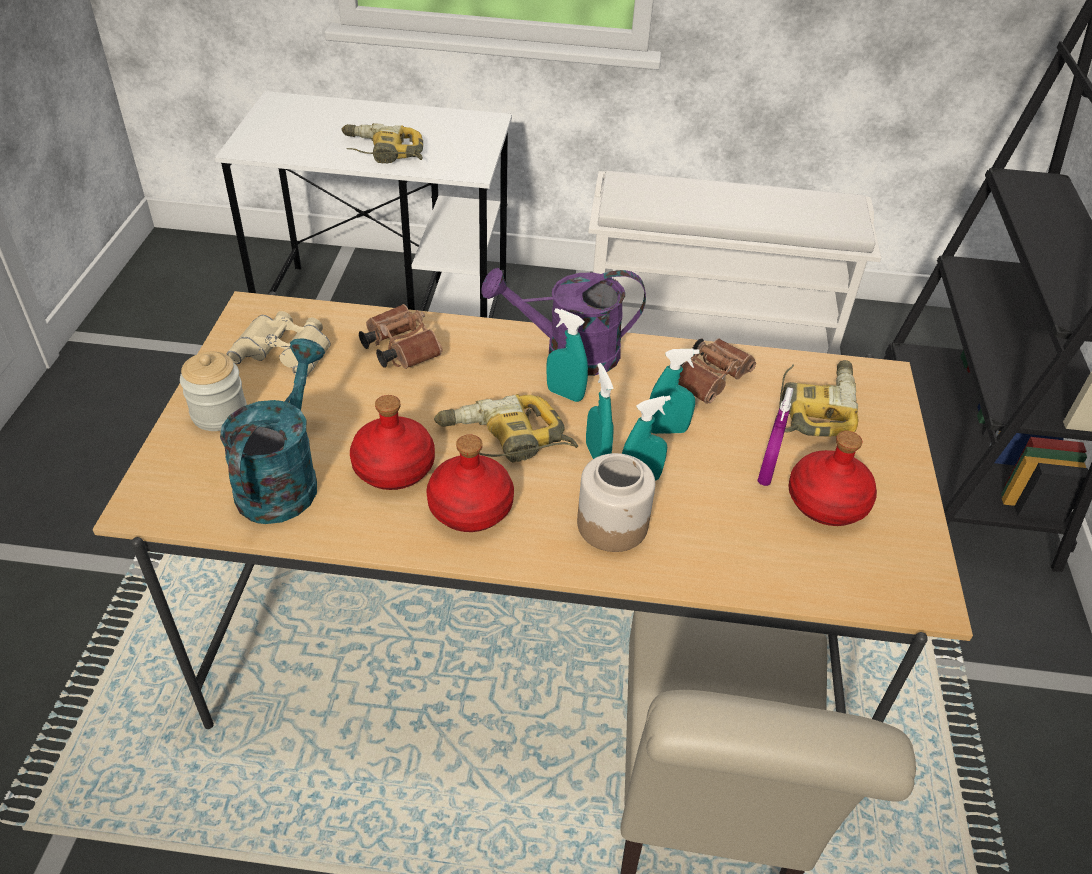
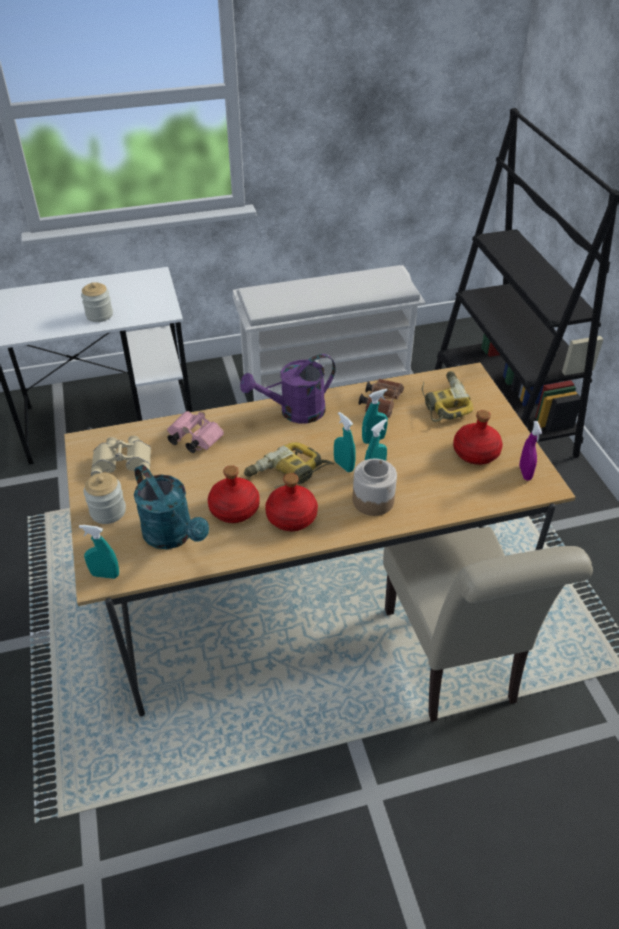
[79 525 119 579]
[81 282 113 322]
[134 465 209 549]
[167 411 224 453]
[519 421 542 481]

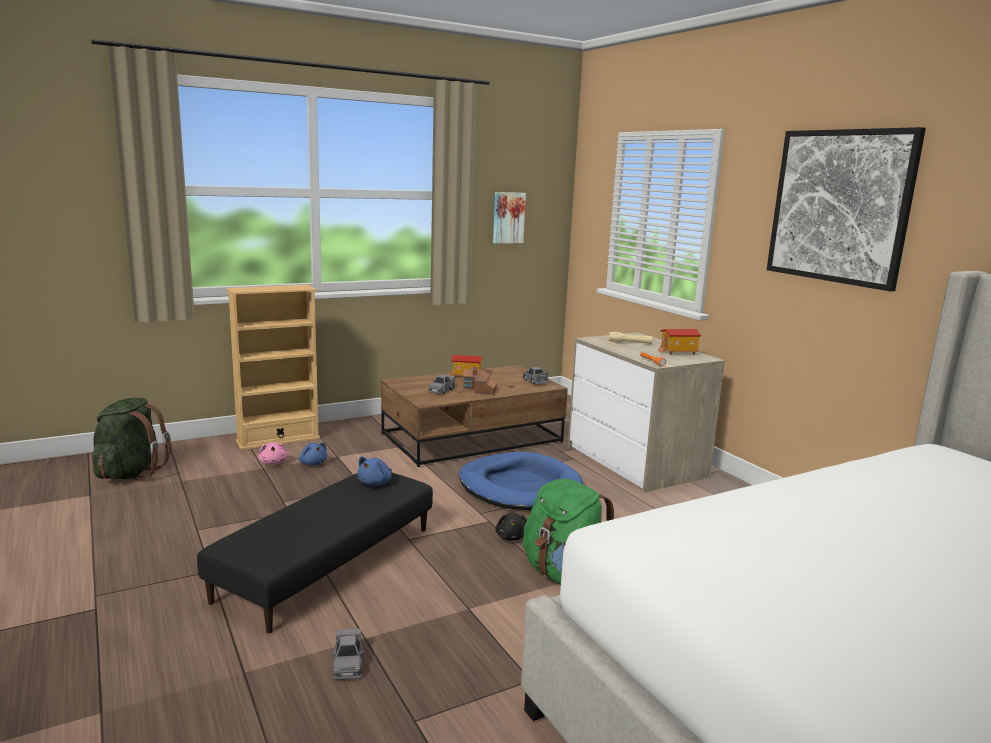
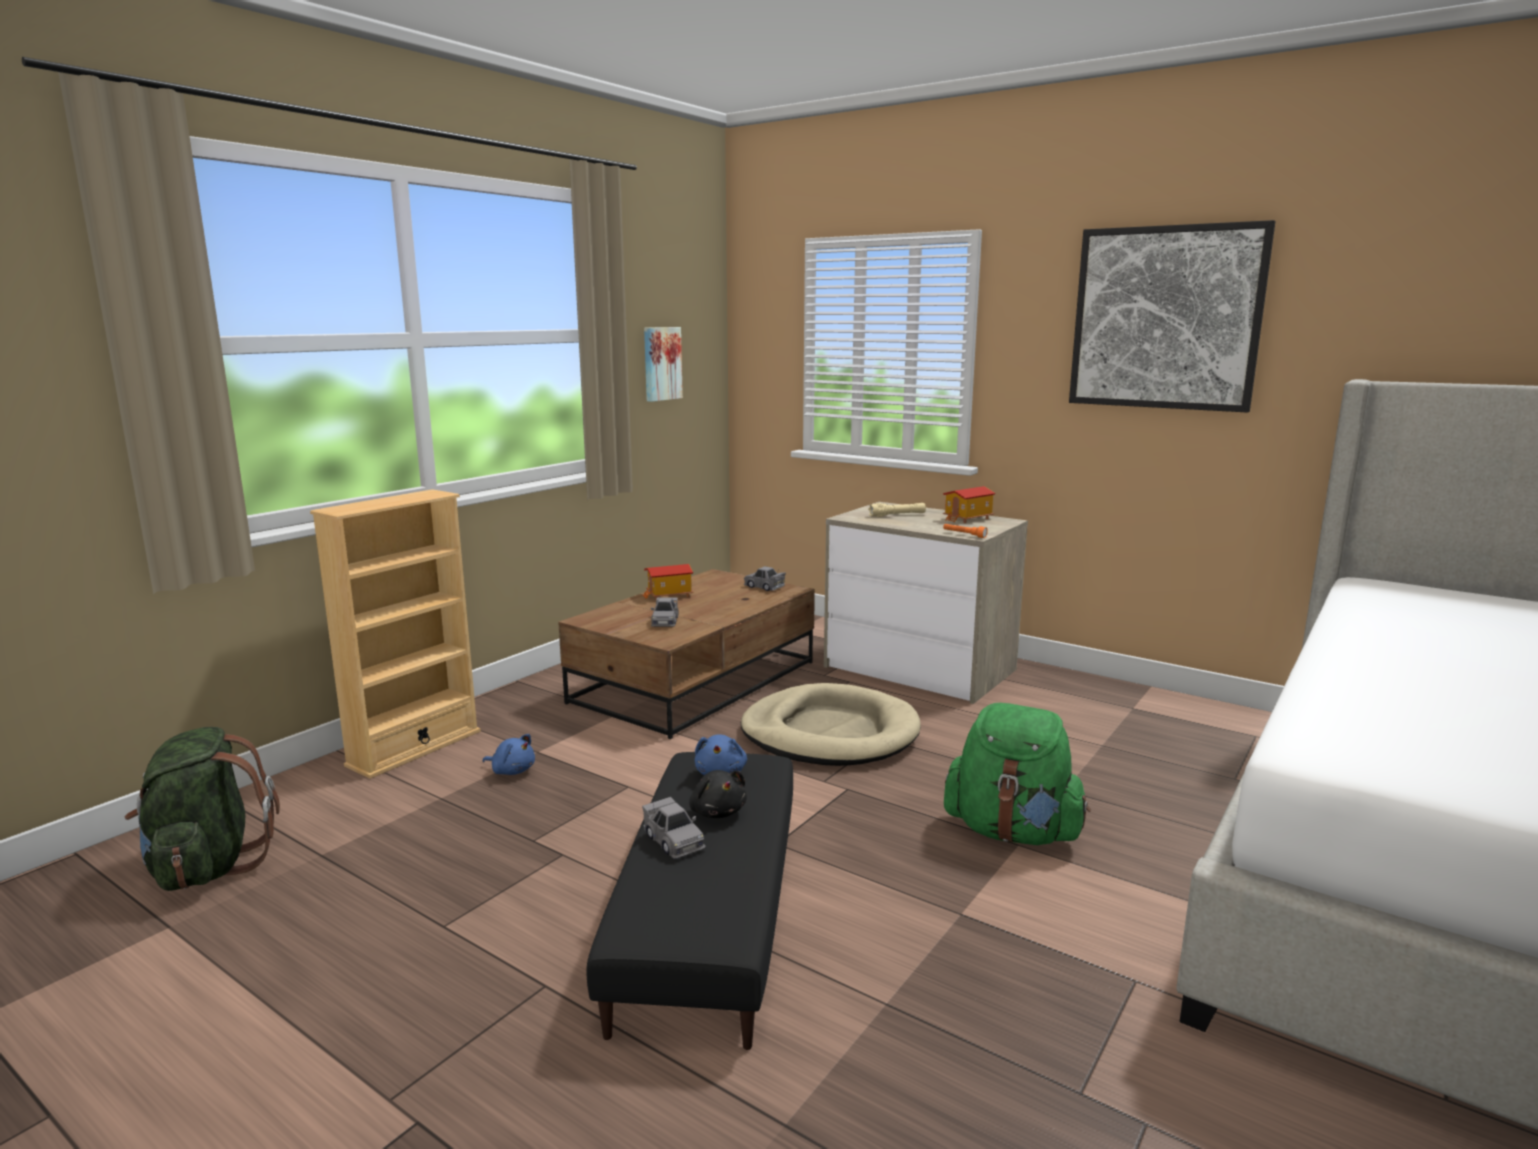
[642 797 705 859]
[689 770 747 818]
[741 683 921 766]
[258 442 287 465] (first image)
[463 367 497 395] (first image)

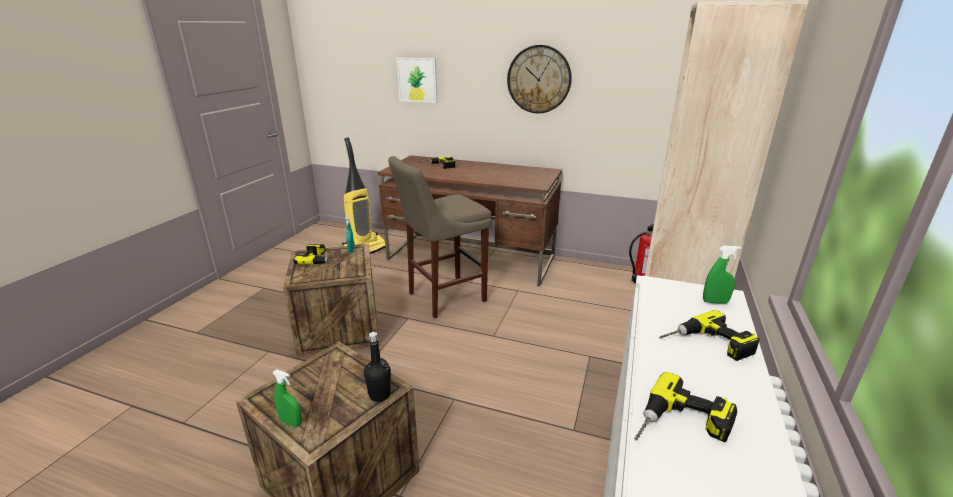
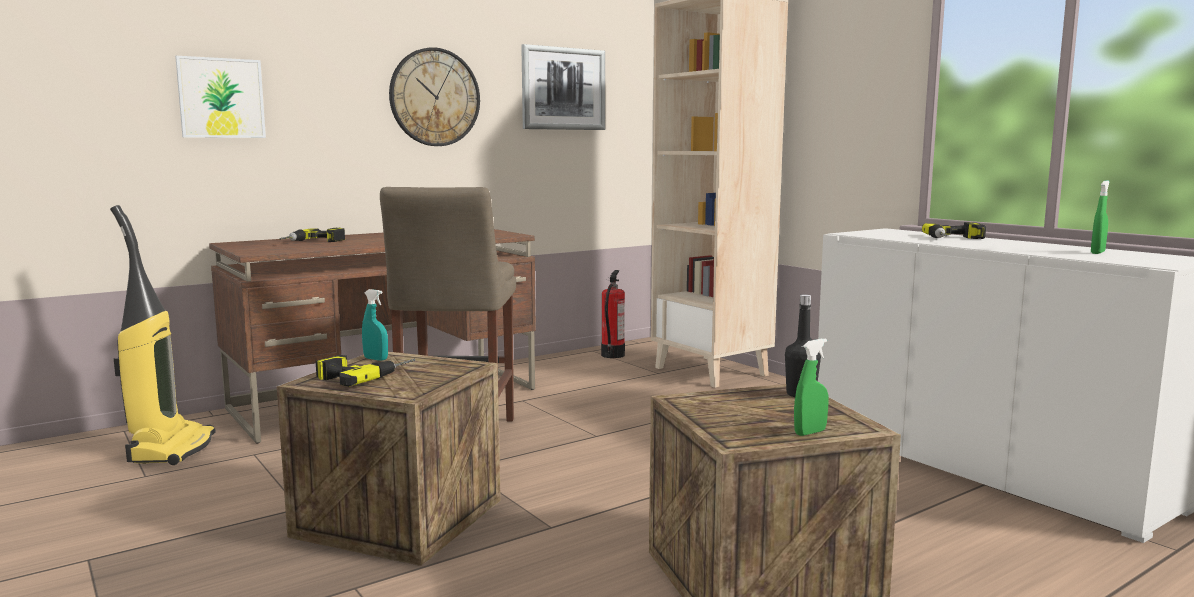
[521 44 605 130]
[1091 180 1110 254]
[634 372 737 442] (first image)

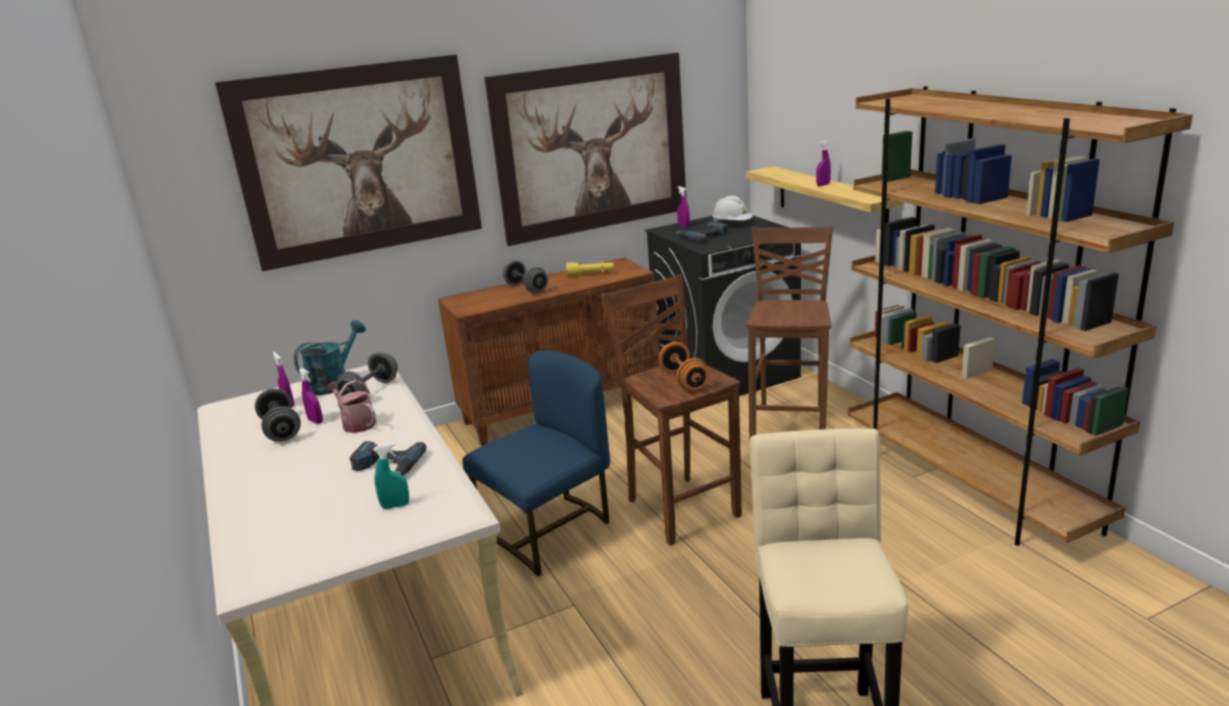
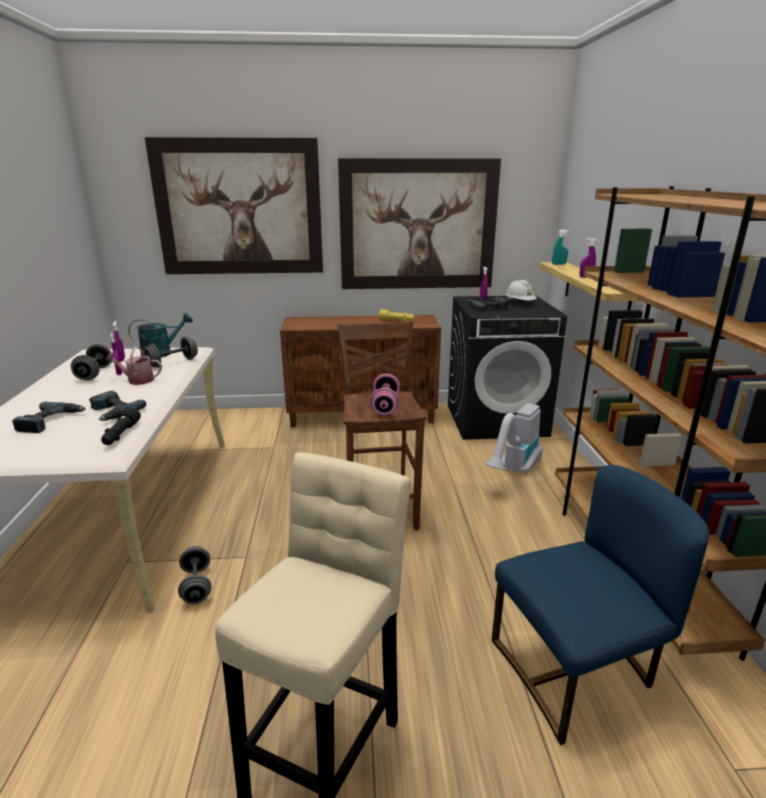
[12 402 86 433]
[101 407 141 445]
[105 346 162 385]
[178 546 212 604]
[370 374 400 415]
[485 403 543 474]
[492 465 709 745]
[552 230 569 265]

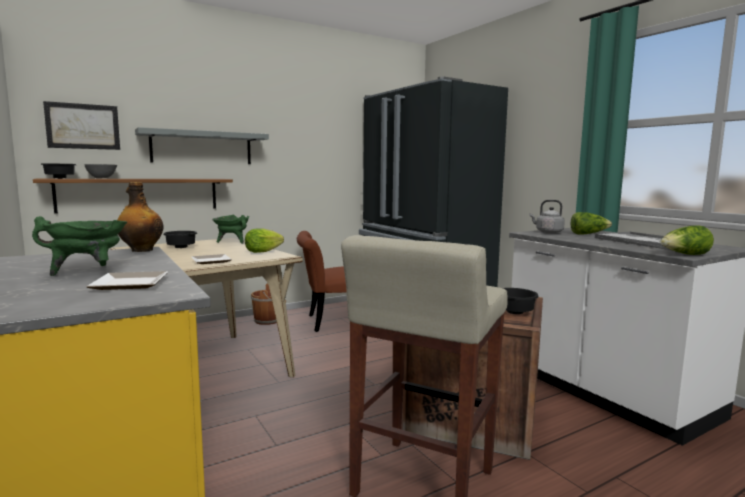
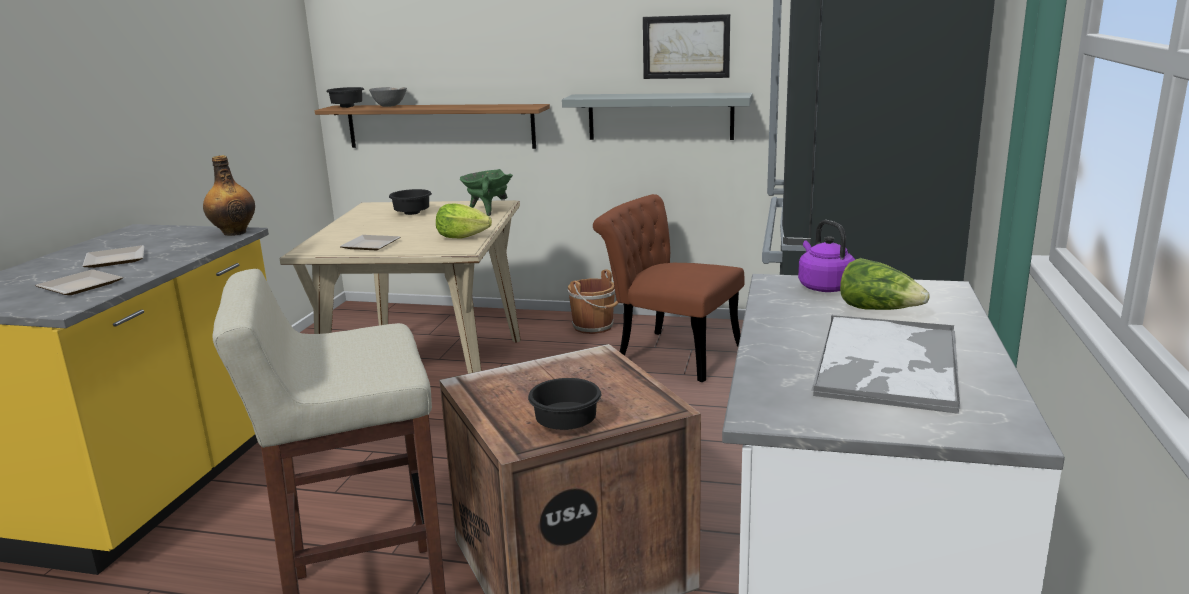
[83 245 144 268]
[562 93 753 140]
[643 14 730 79]
[798 220 855 292]
[660 225 714 255] (first image)

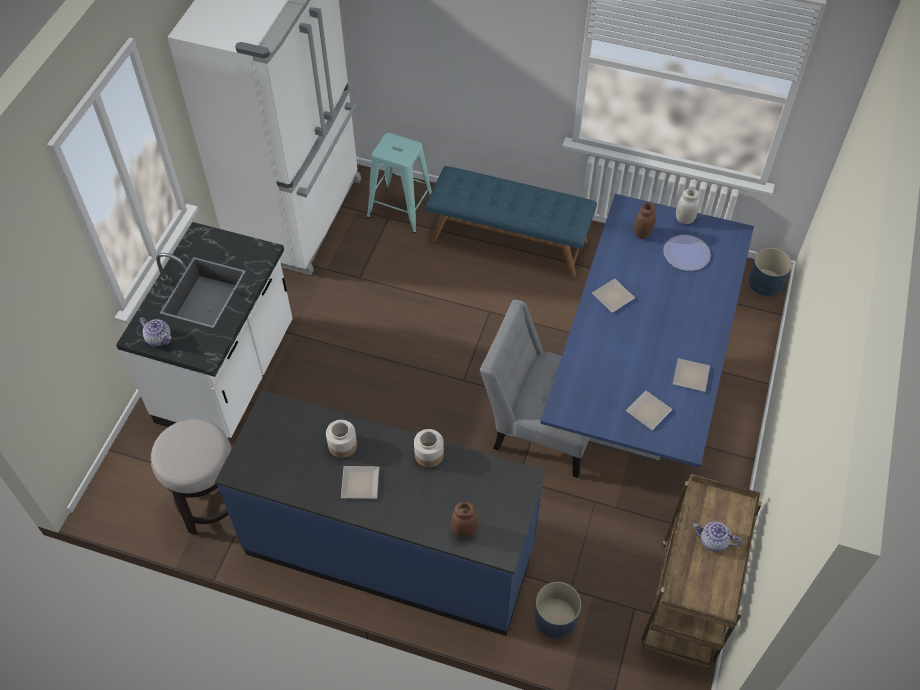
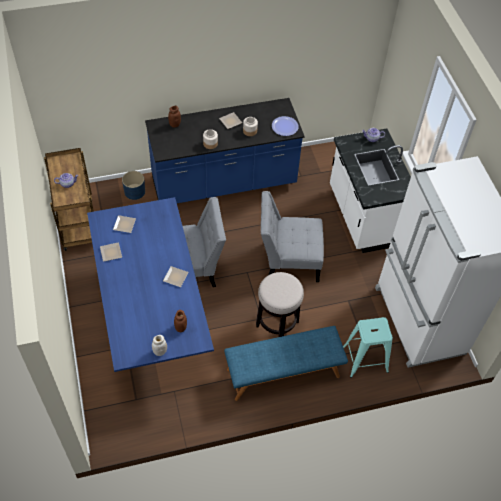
[256 272 304 337]
[261 191 324 282]
[272 116 299 136]
[748 248 792 296] (first image)

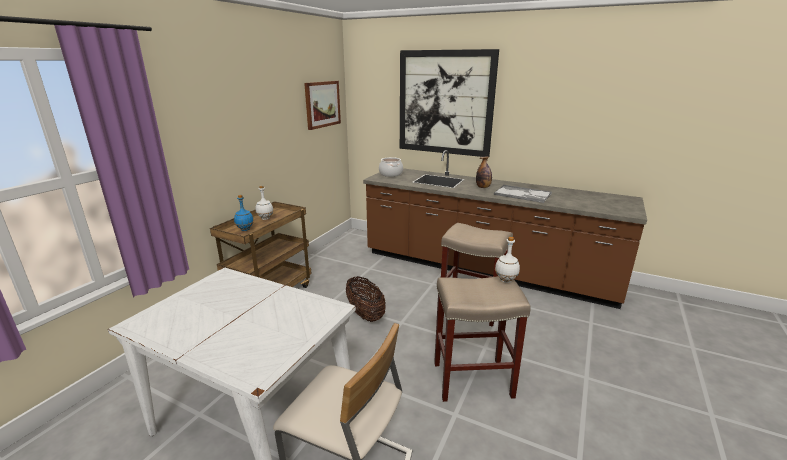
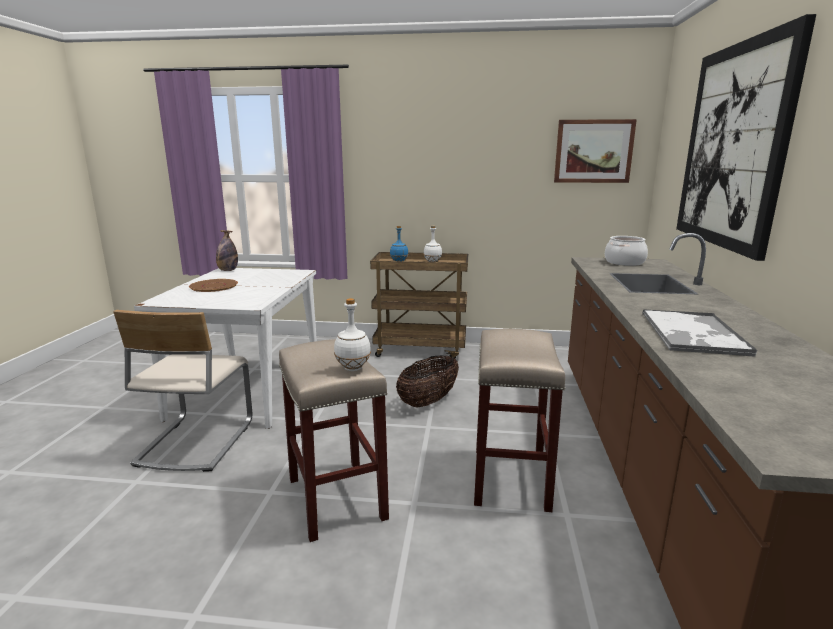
[189 279 238 292]
[216 230 238 271]

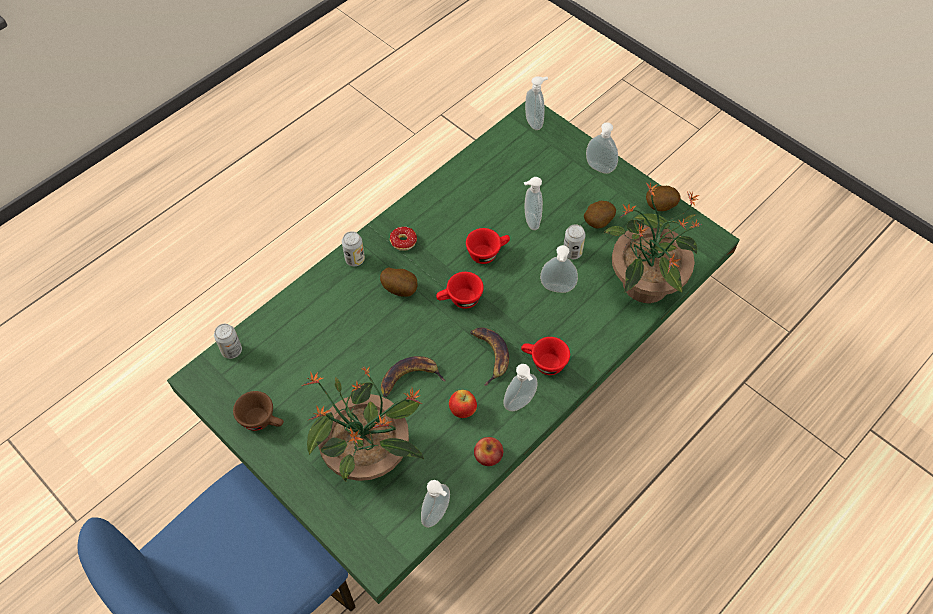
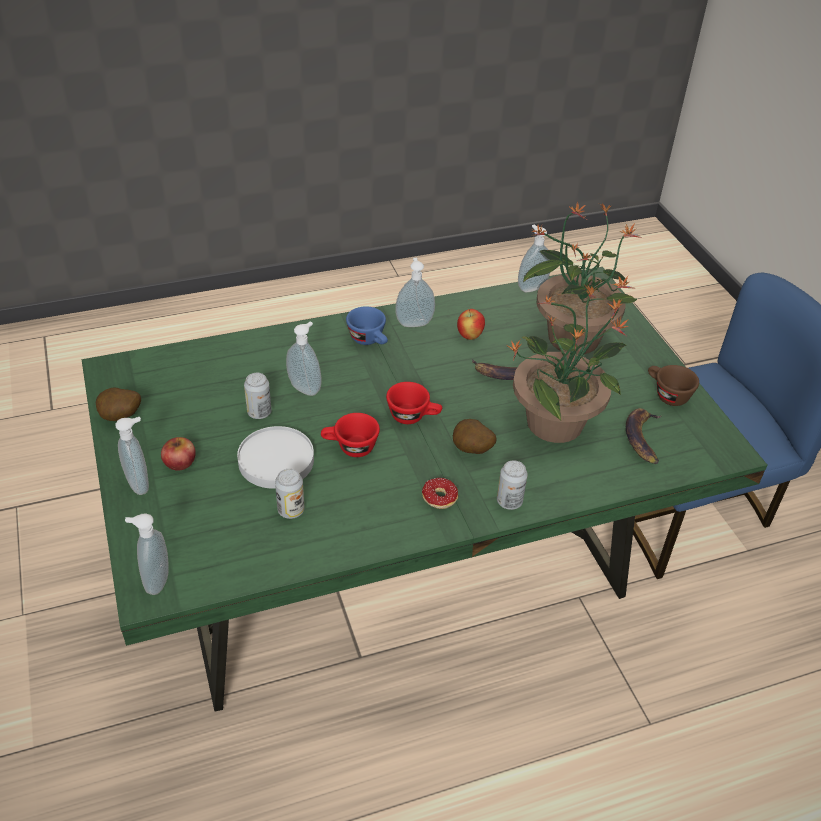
[161 437 196 470]
[237 426 314 489]
[275 469 304 519]
[346 306 388 345]
[508 285 628 443]
[626 408 662 464]
[584 201 616 229] (first image)

